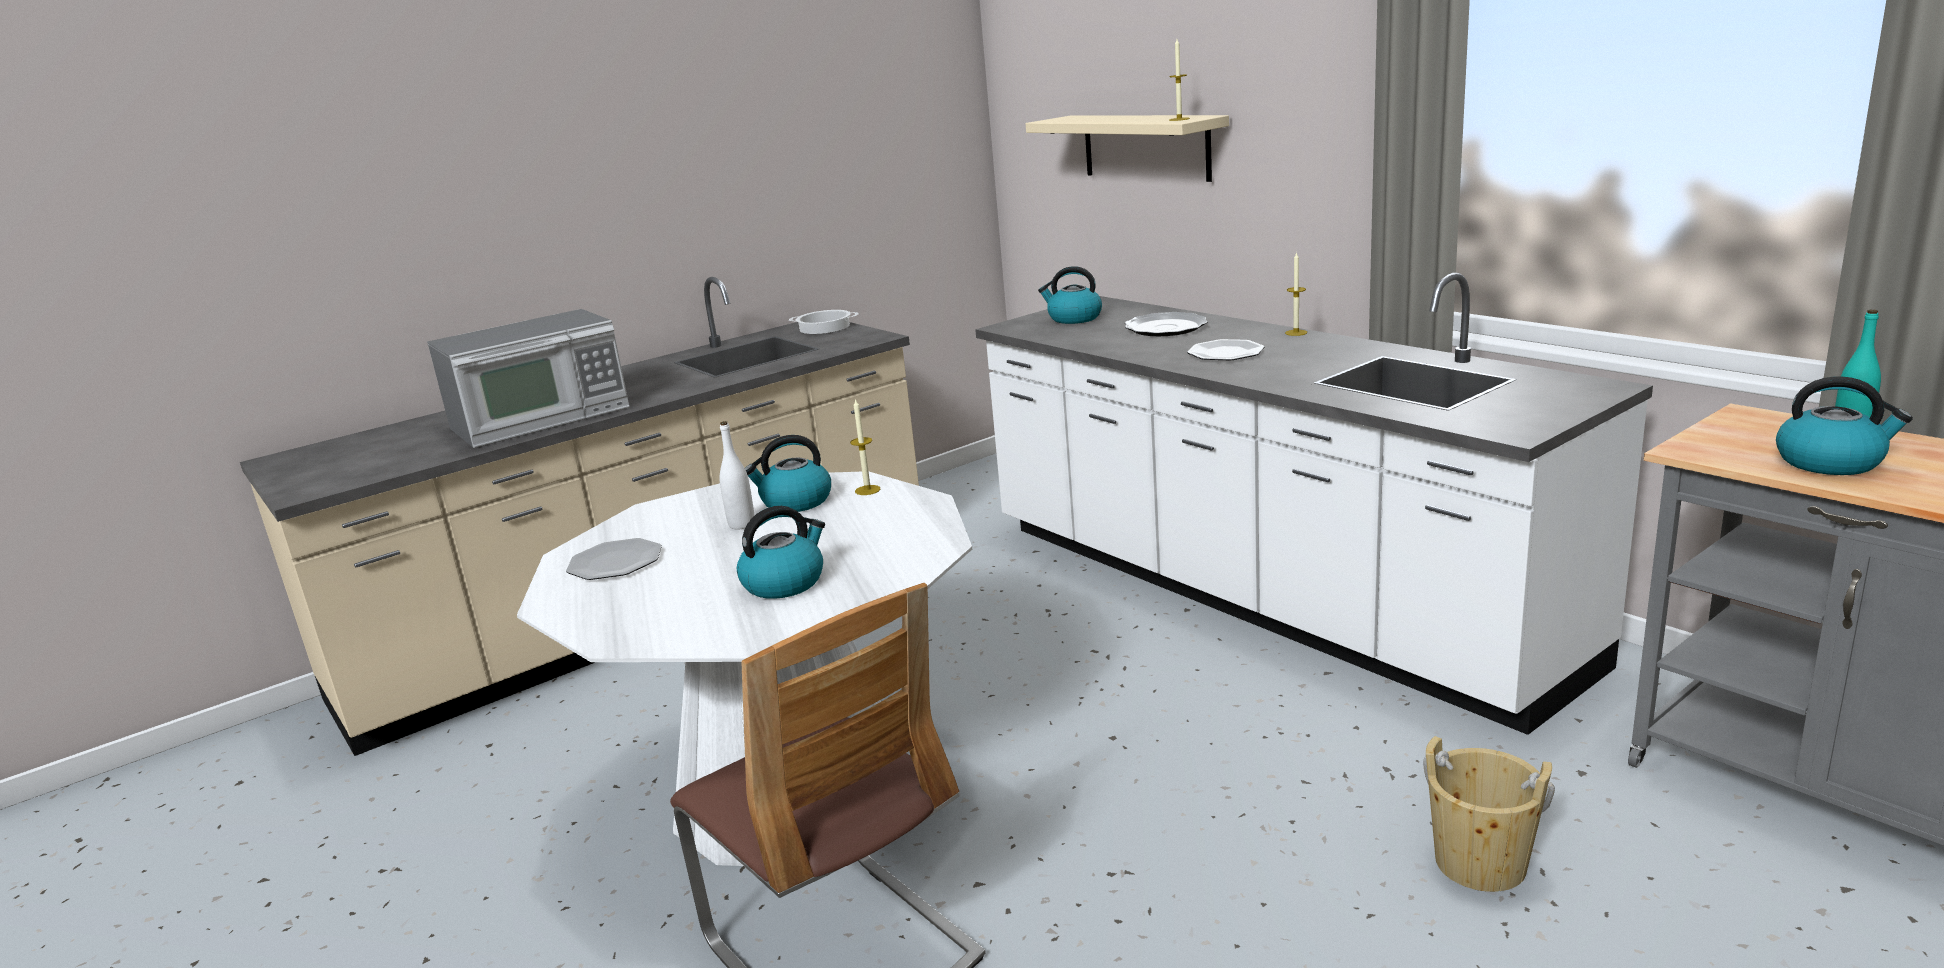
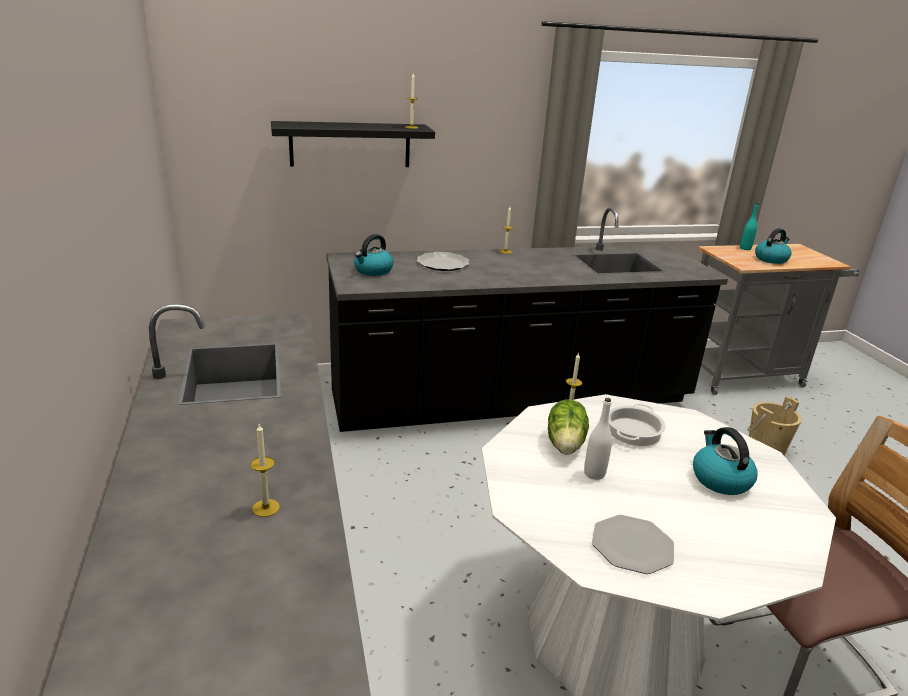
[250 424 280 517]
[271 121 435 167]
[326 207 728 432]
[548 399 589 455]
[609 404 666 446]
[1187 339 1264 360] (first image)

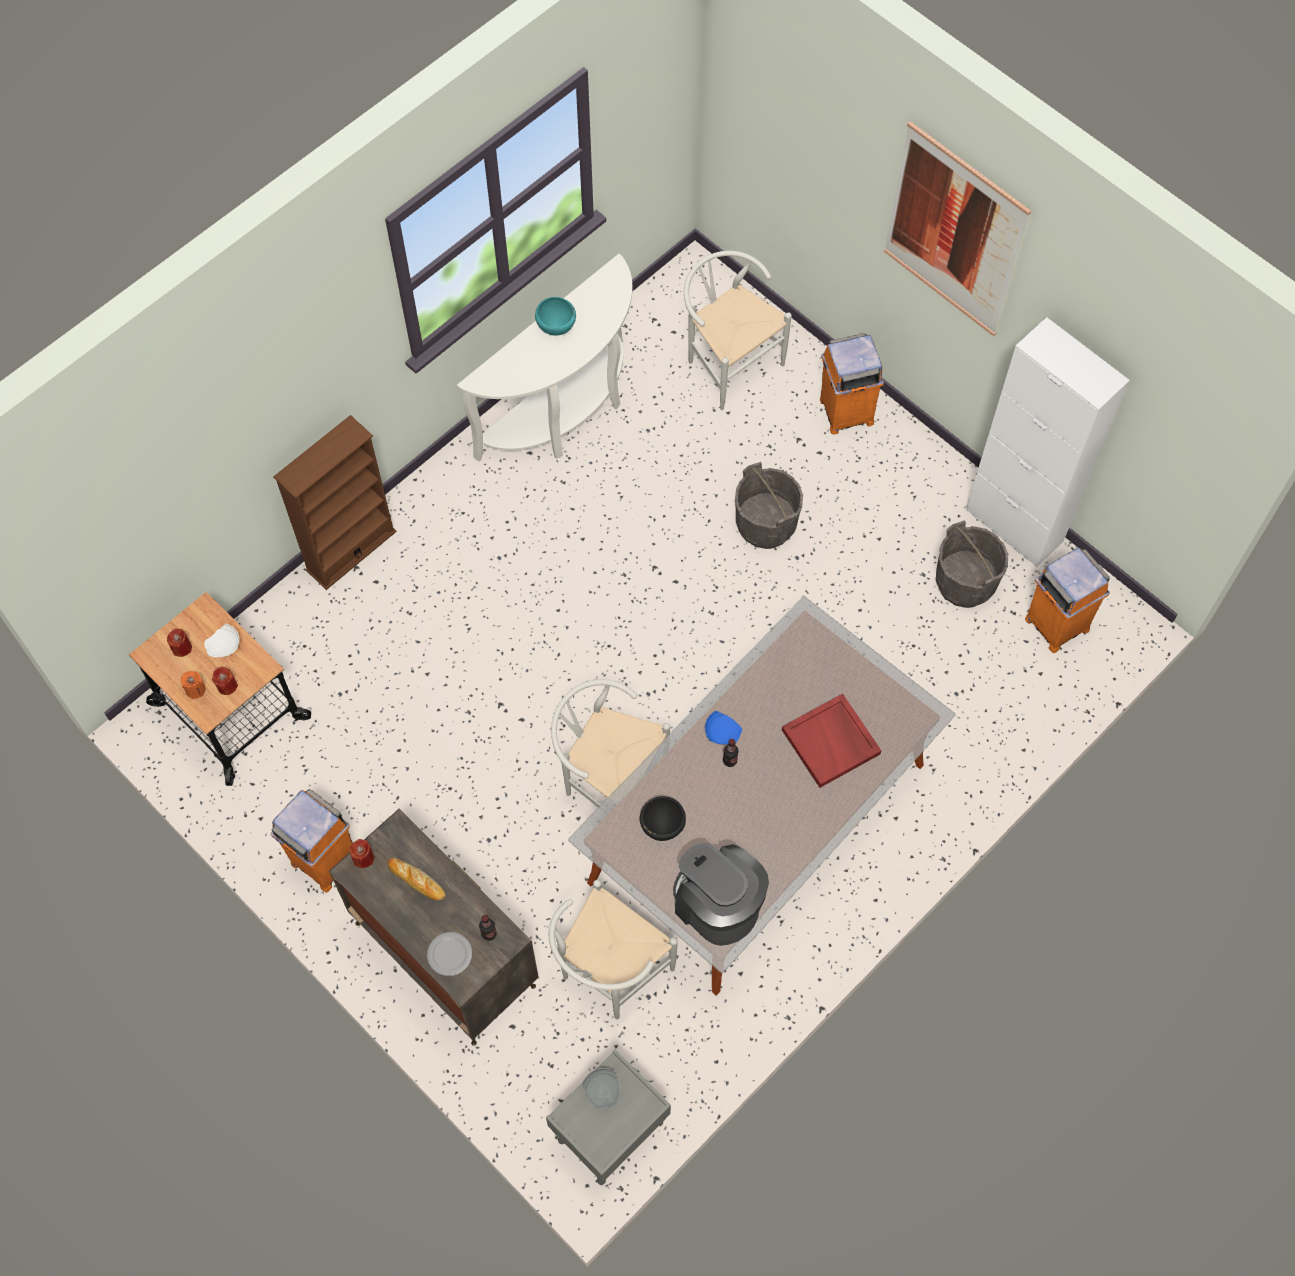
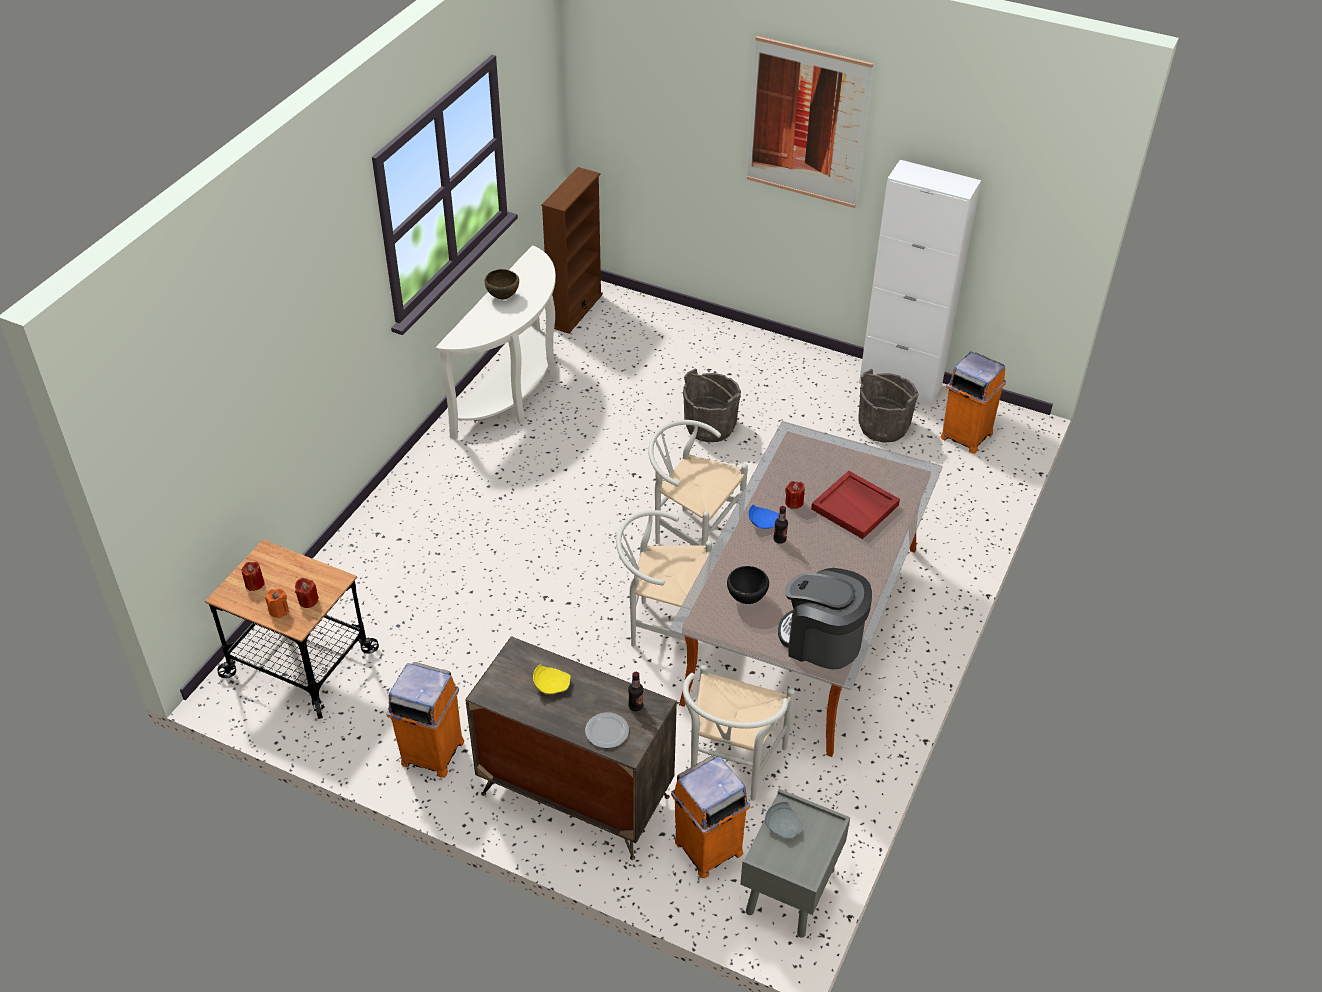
[485 269 519 300]
[533 665 571 694]
[541 167 603 334]
[648 420 748 546]
[671 756 750 878]
[785 481 805 509]
[204 624 239 657] (first image)

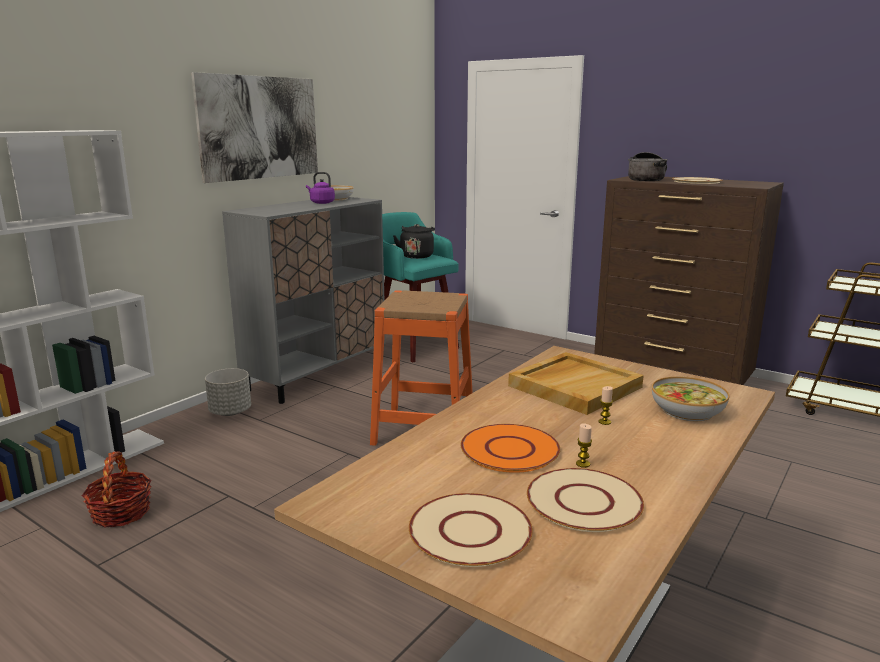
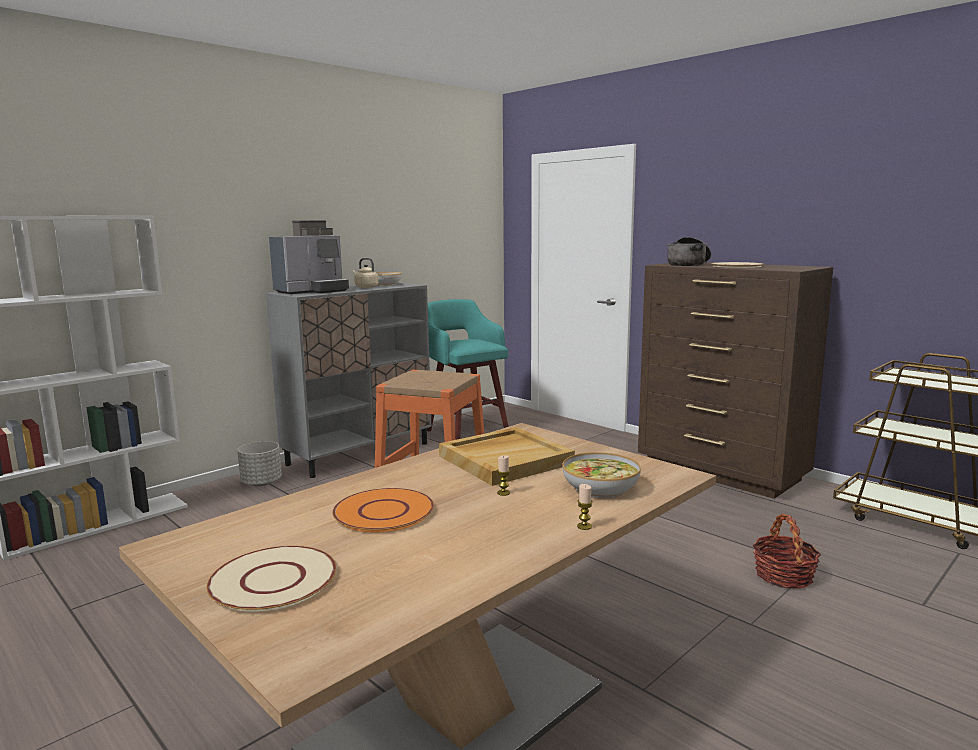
[269 220 349 294]
[353 258 378 288]
[577 484 593 530]
[752 514 821 589]
[191 72 318 183] (first image)
[393 224 435 259] (first image)
[527 468 644 532] (first image)

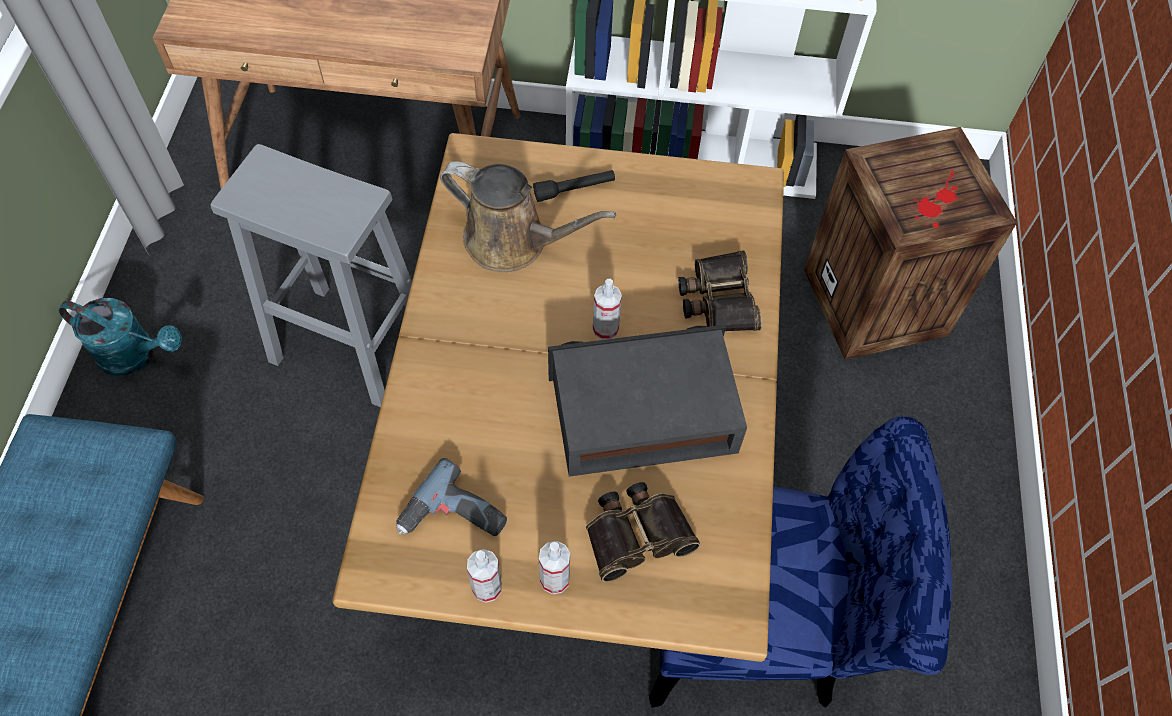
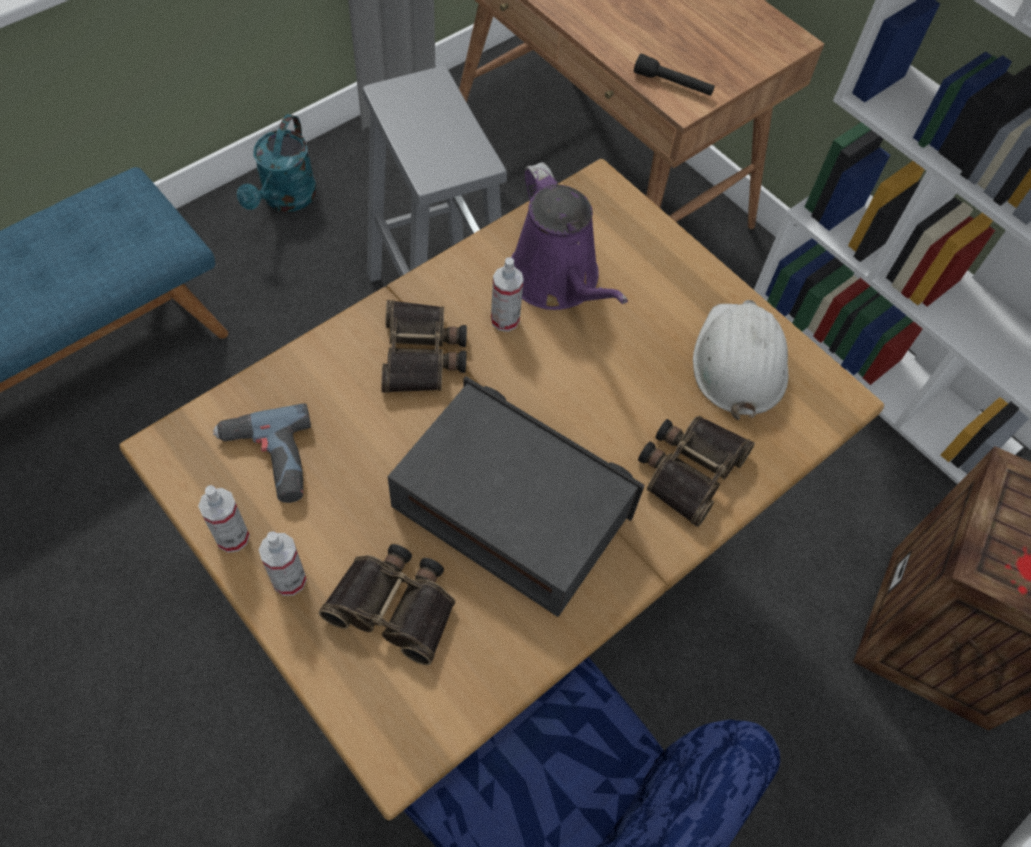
[237 114 316 212]
[381 300 467 393]
[491 257 524 332]
[511 162 628 310]
[634 54 715 96]
[693 300 788 420]

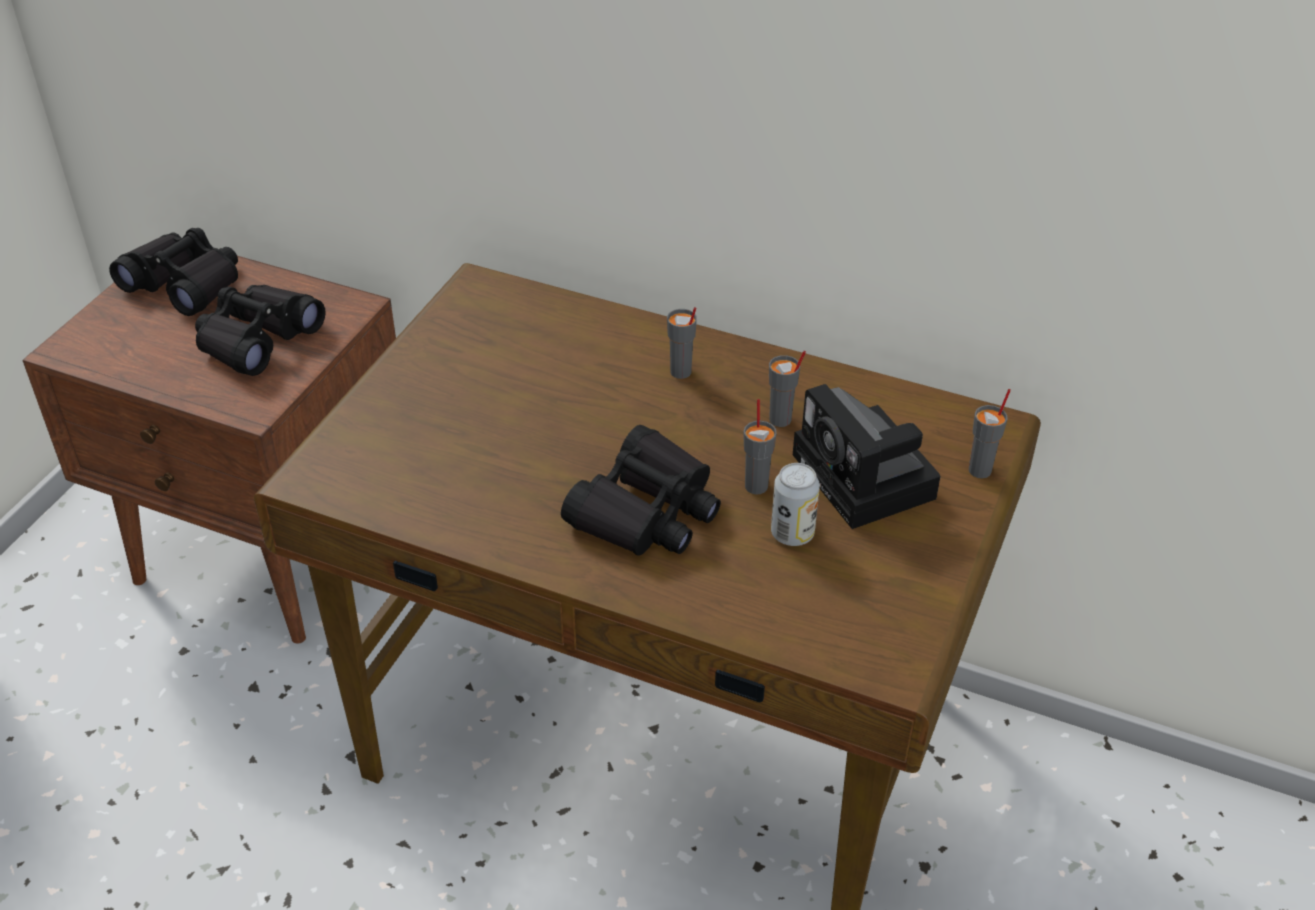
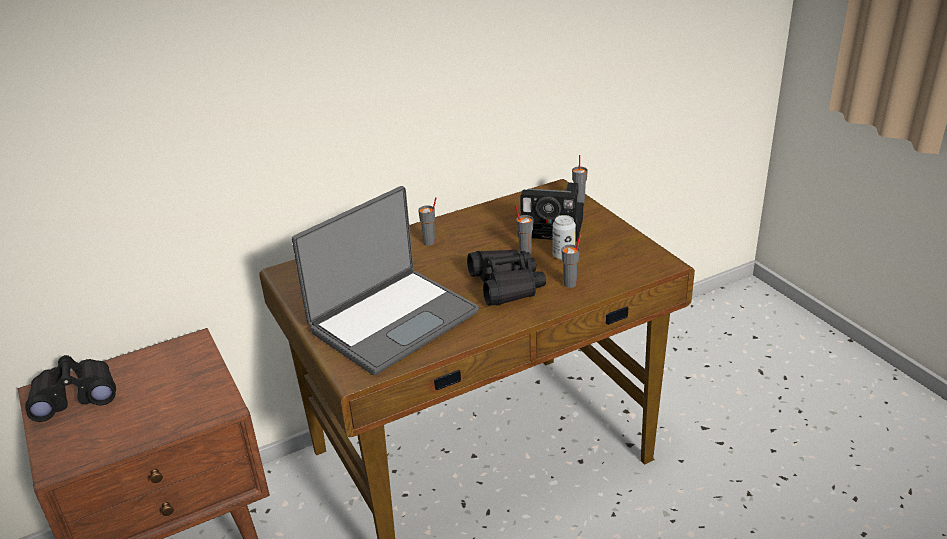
[292 186 479 375]
[561 234 581 288]
[195 285 326 376] (first image)

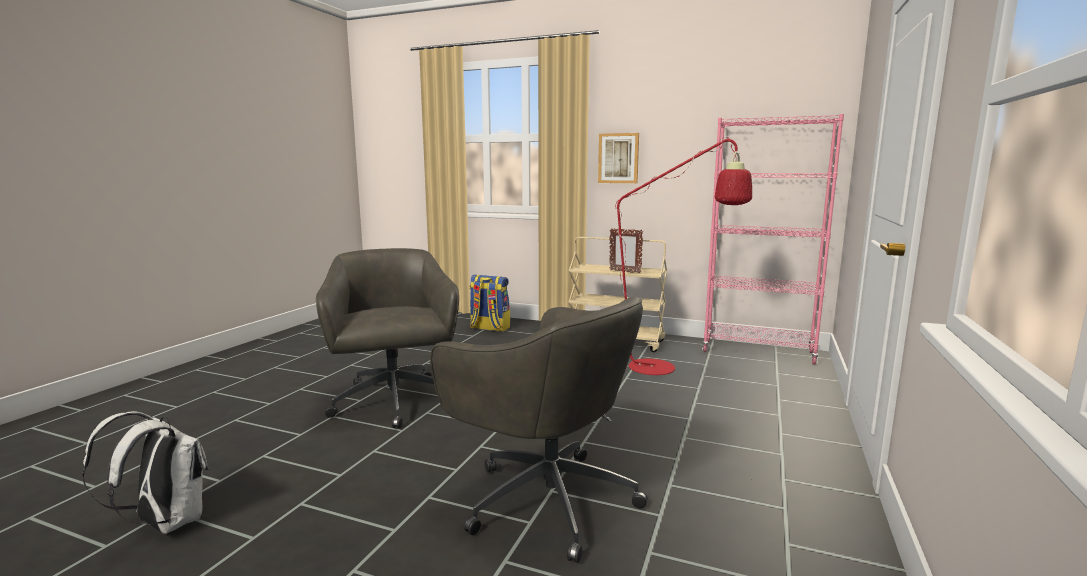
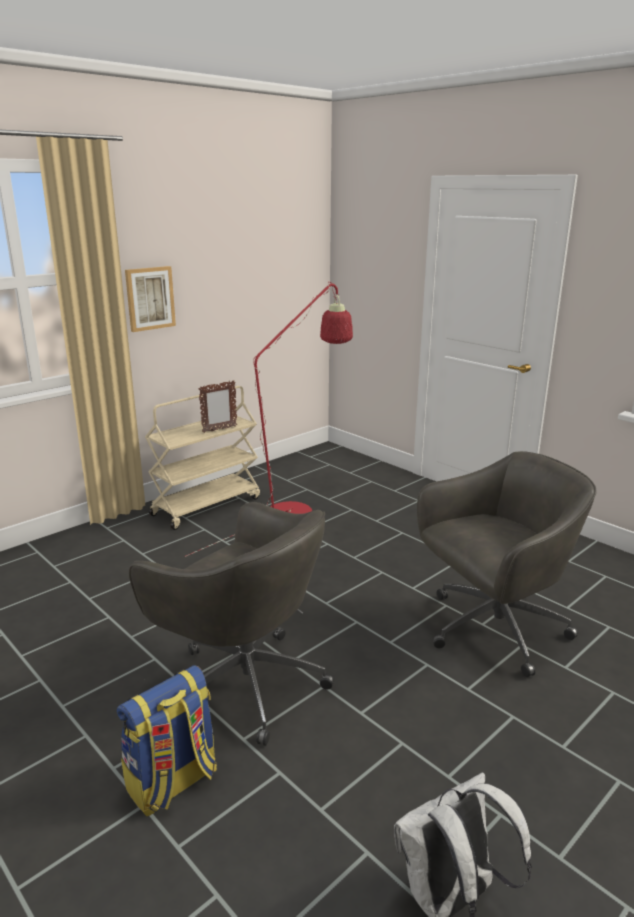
[117 665 217 817]
[129 502 334 746]
[702 114 844 365] (first image)

